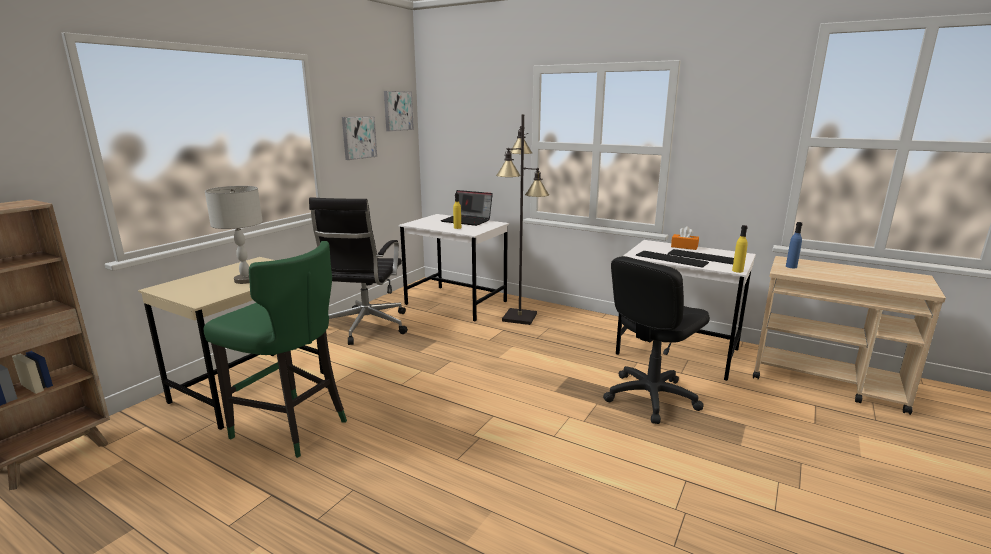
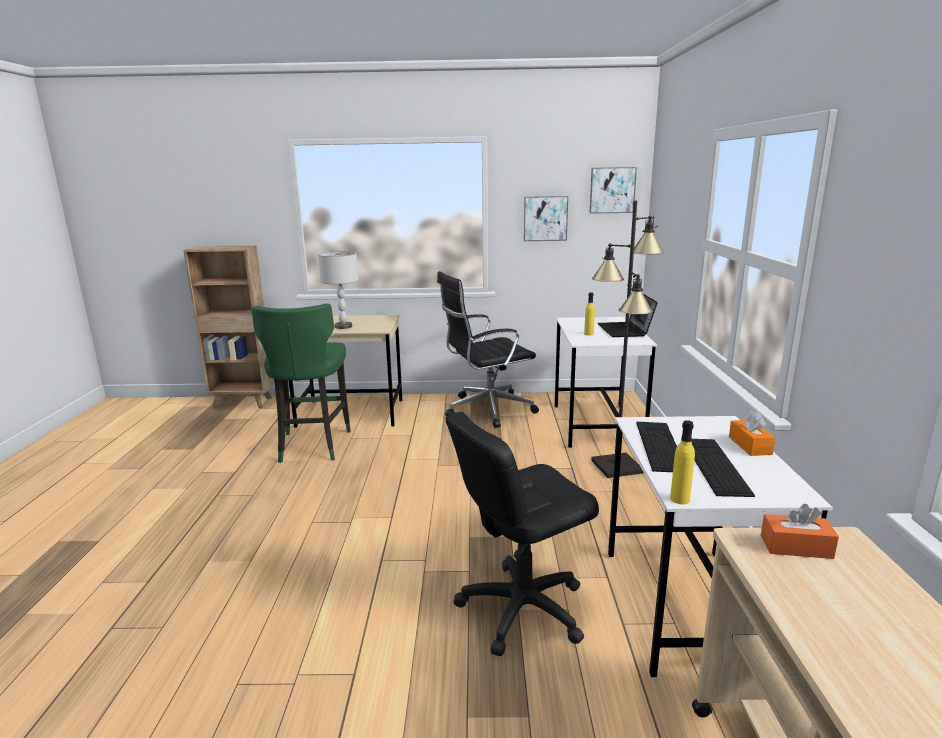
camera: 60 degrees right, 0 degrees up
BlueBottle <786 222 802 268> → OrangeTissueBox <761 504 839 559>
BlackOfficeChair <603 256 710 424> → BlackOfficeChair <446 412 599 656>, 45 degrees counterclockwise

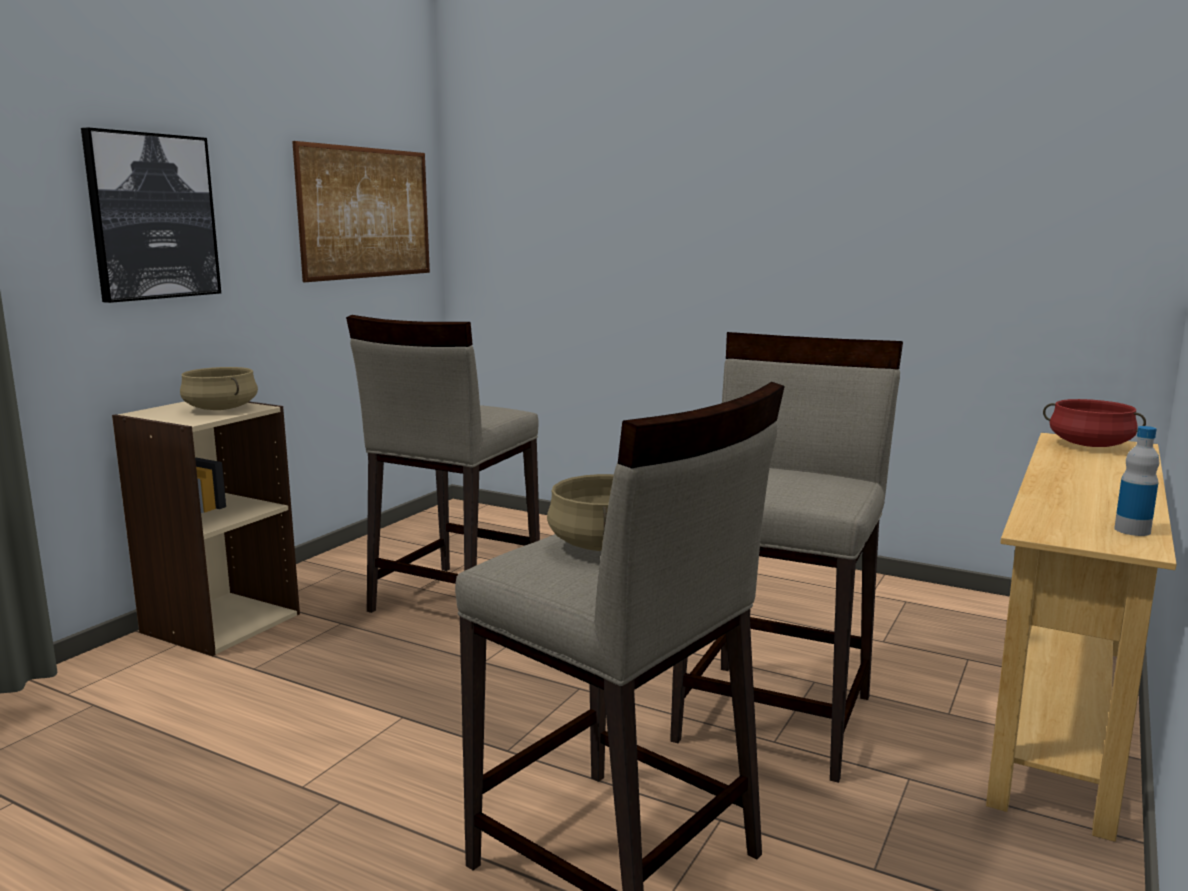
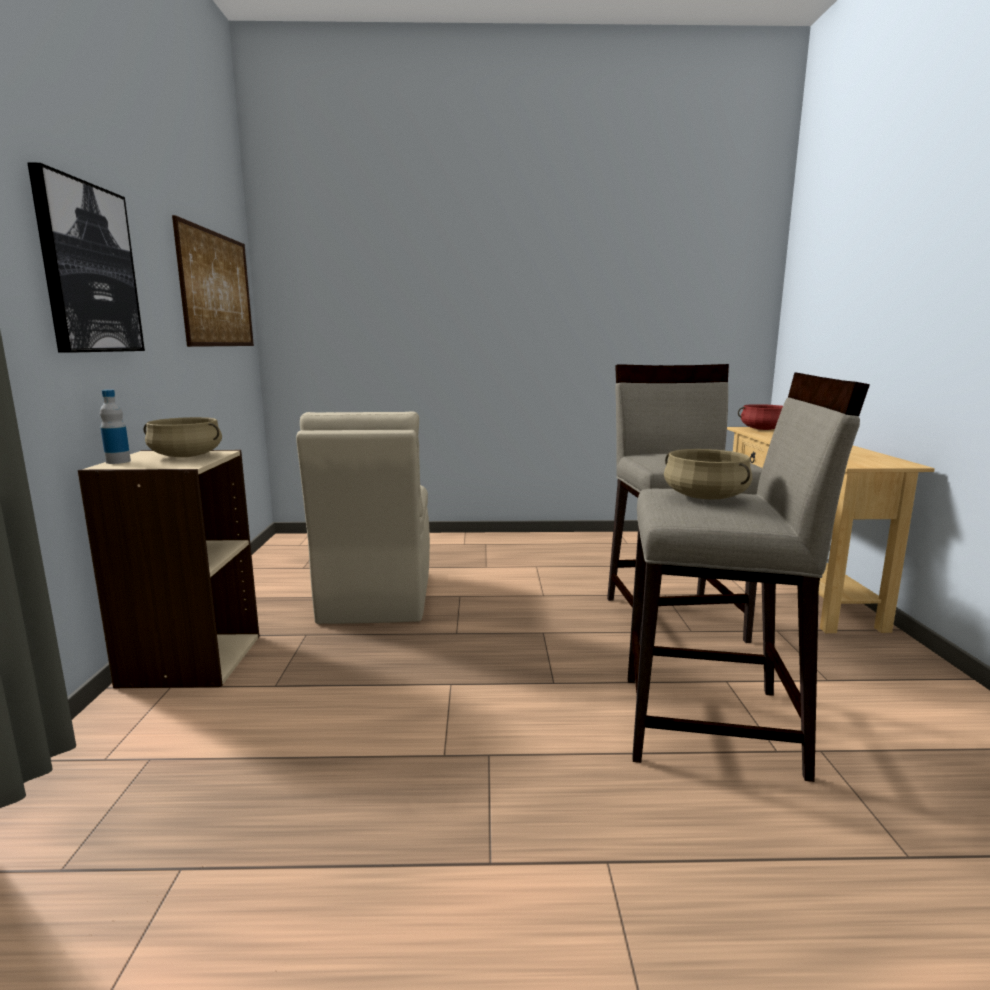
camera: 30 degrees left, 0 degrees up
BeigeStool <346 315 540 613> → BeigeChair <296 411 430 624>
Bottle <1114 426 1159 536> → Bottle <100 390 131 464>, relocated

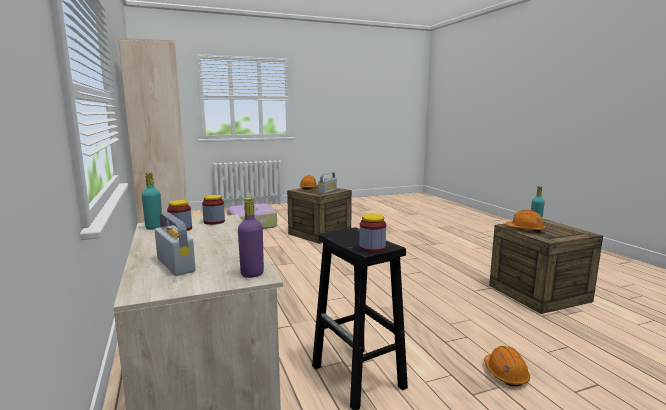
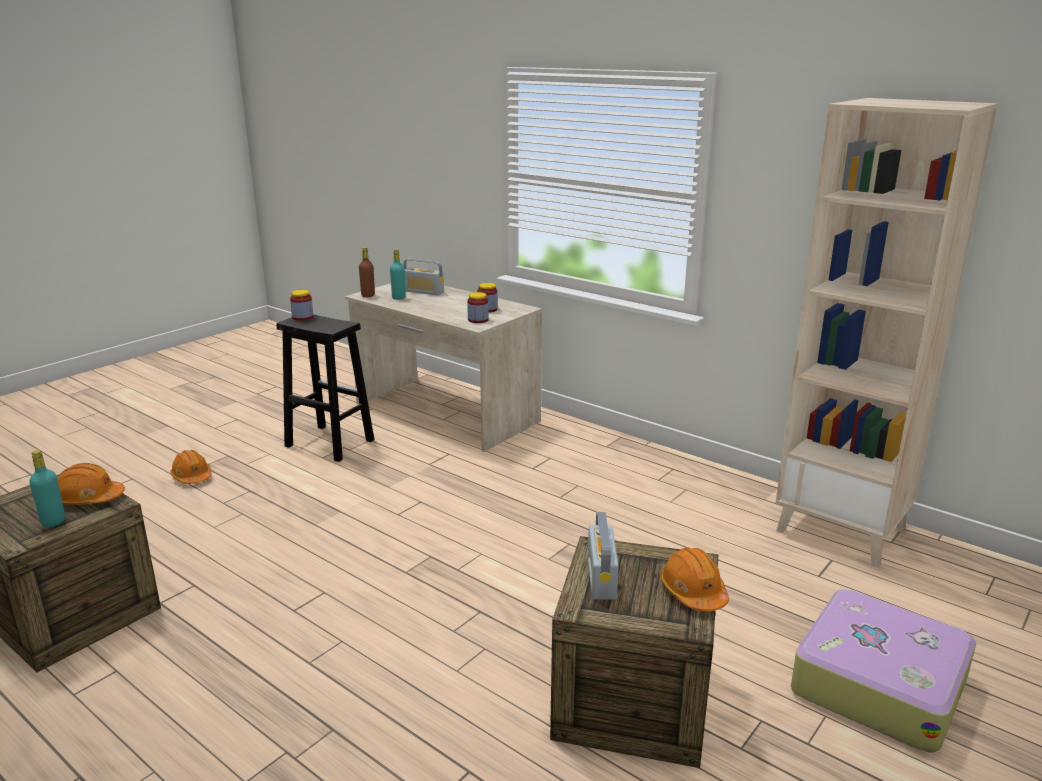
camera: 150 degrees right, 10 degrees up
TurquoiseBottle <141 173 162 230> → TurquoiseBottle <390 249 406 300>, relocated
PurpleBottle <238 198 264 278> → BrownBottle <359 247 375 297>

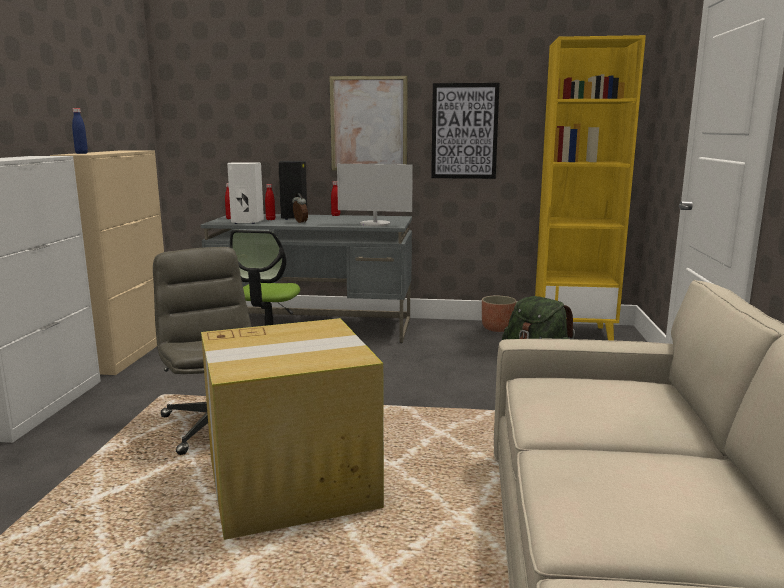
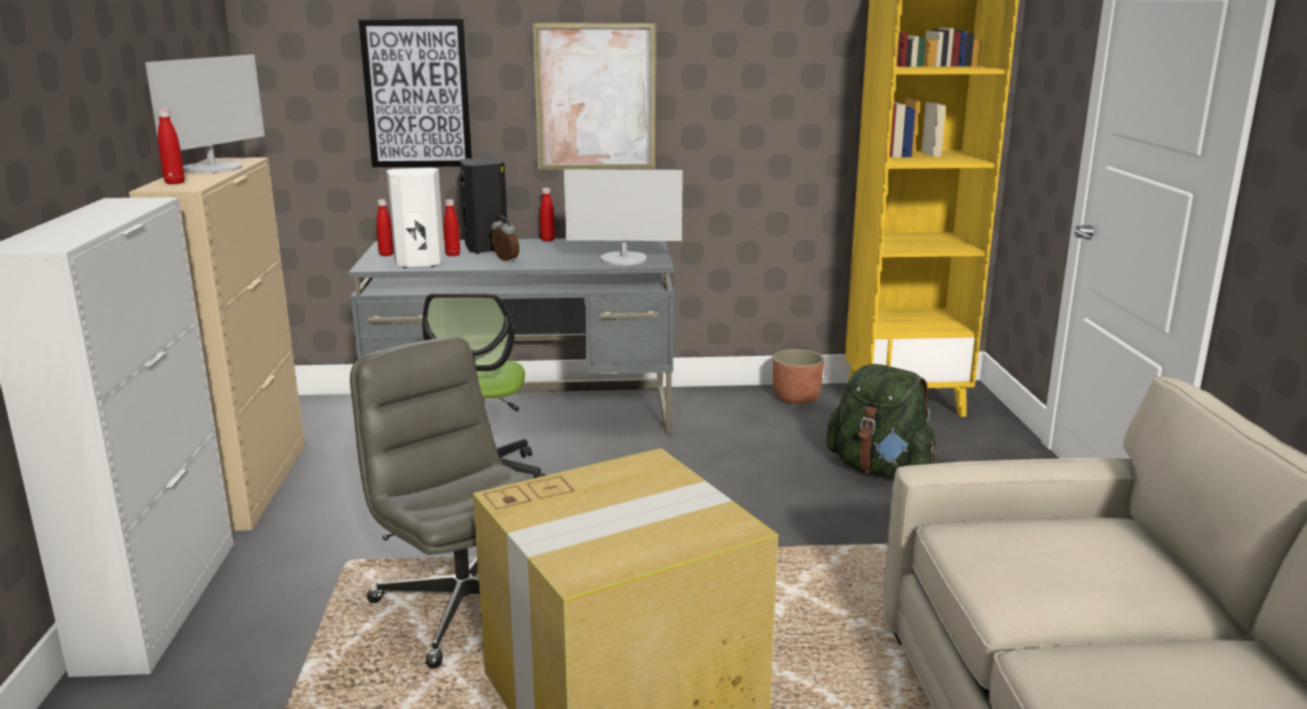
camera: 10 degrees left, 5 degrees up
Picture <431 83 500 179> → Picture <358 19 472 167>, relocated
BlueBottle <72 108 88 154> → RedBottle <157 109 185 184>
- → Monitor <145 55 265 174>

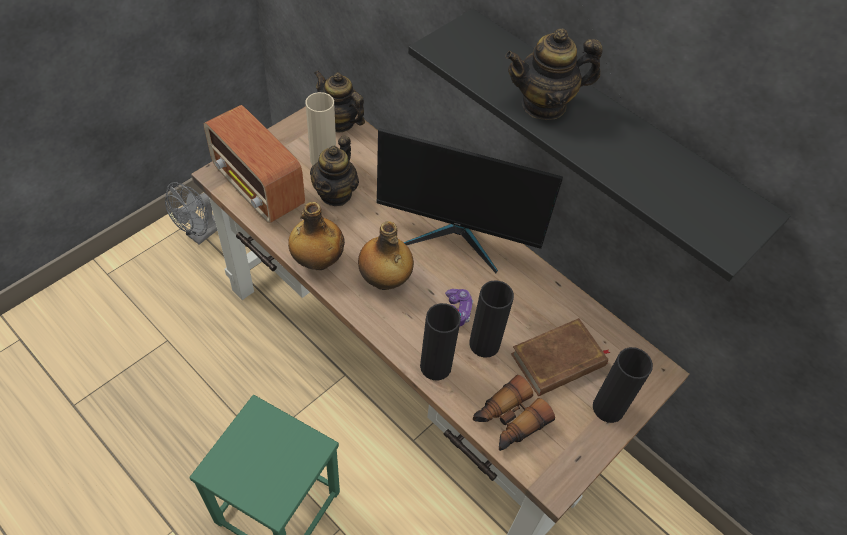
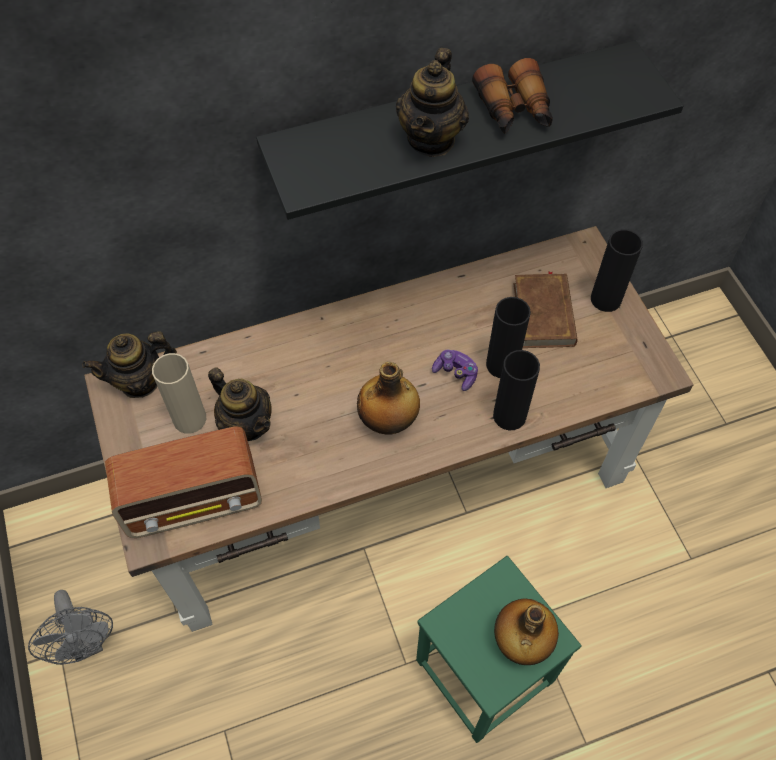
camera: 60 degrees left, 5 degrees up
Monitor <376 128 563 273> → -
Bottle <288 202 345 270> → Bottle <494 599 559 665>, relocated
Binoculars <473 375 555 451> → Binoculars <472 58 553 134>, relocated

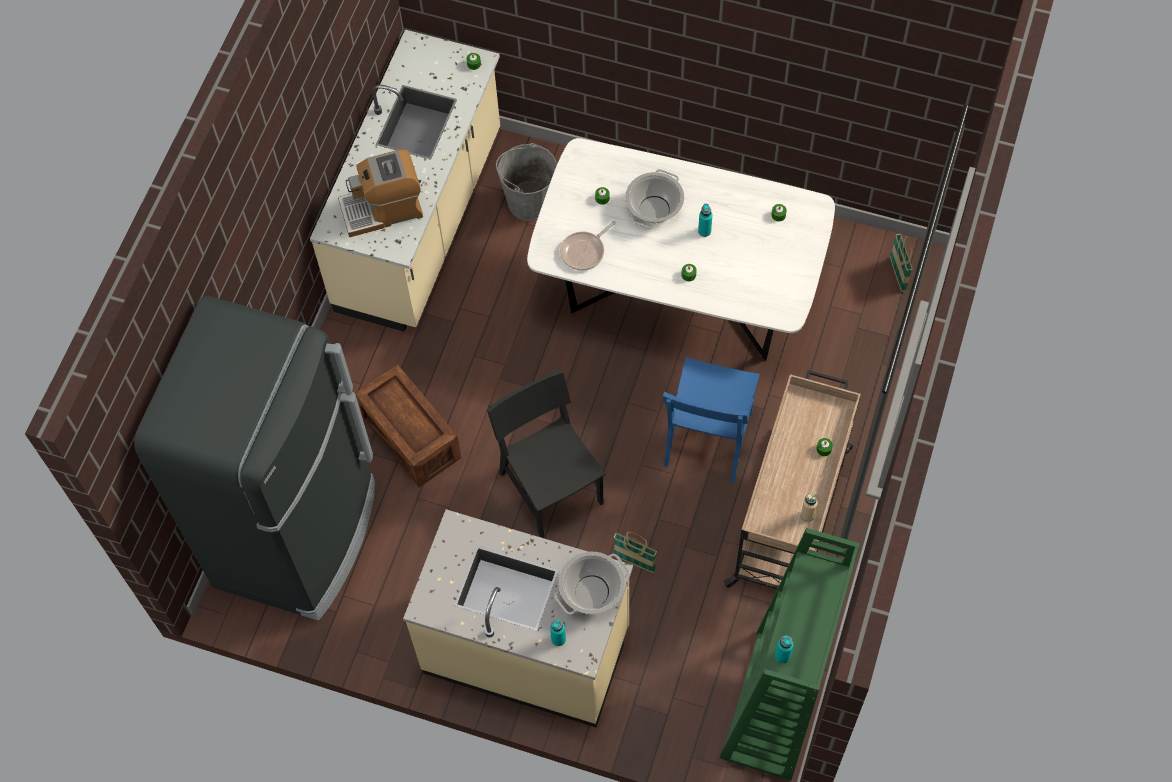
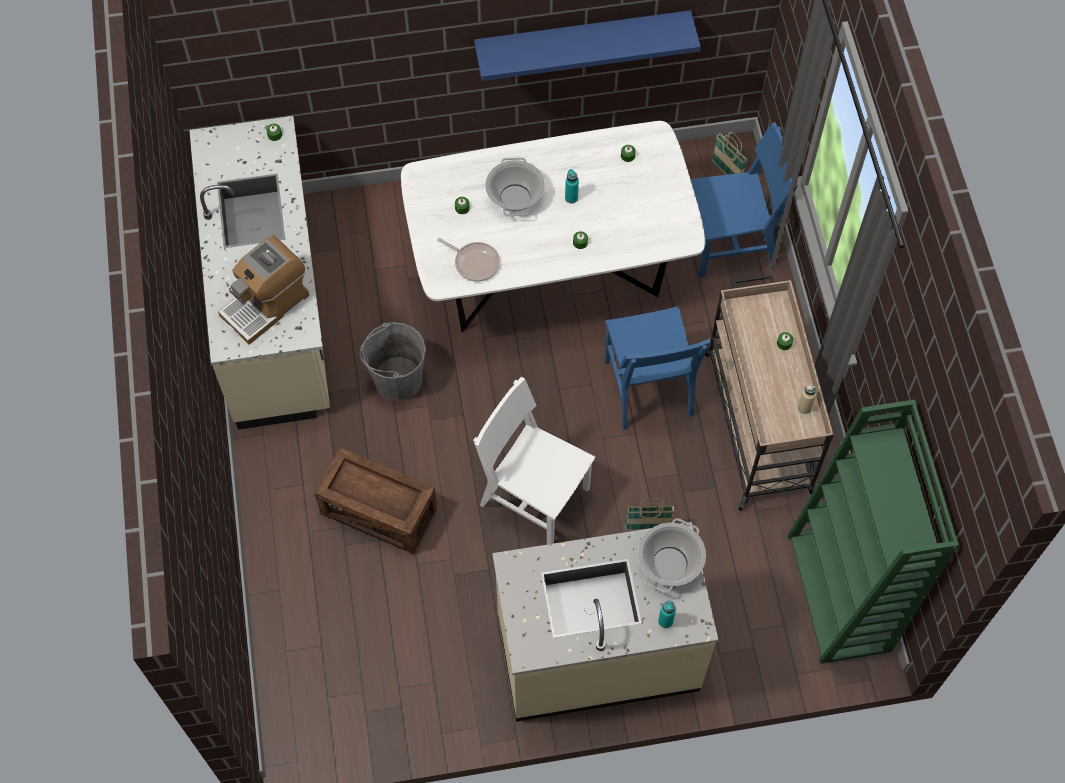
camera: 30 degrees left, 0 degrees up
GreyBucket <496 143 557 221> → GreyBucket <360 322 426 401>, relocated
FryingPan <560 221 616 271> → FryingPan <438 238 500 282>, 75 degrees counterclockwise
BlackFridge <135 296 375 621> → -
BlackChair <487 369 606 538> → WhiteChair <473 377 596 544>
TurquoiseBottle <775 635 793 664> → -
- → BlueShelf <474 10 701 81>
- → BlueChair <691 122 798 278>

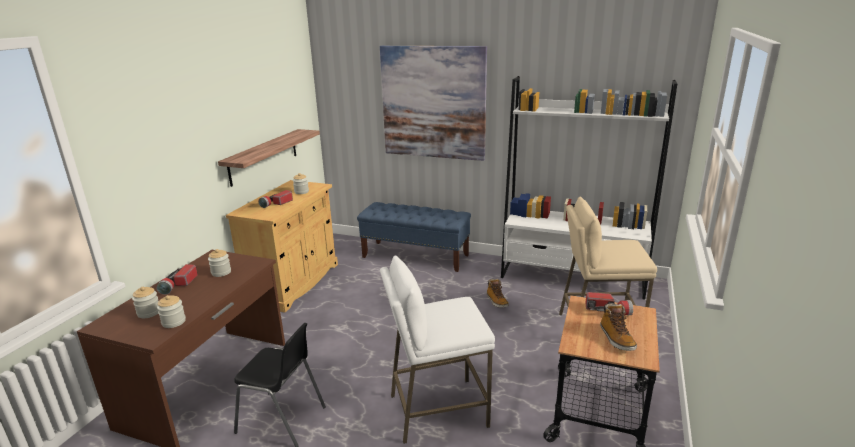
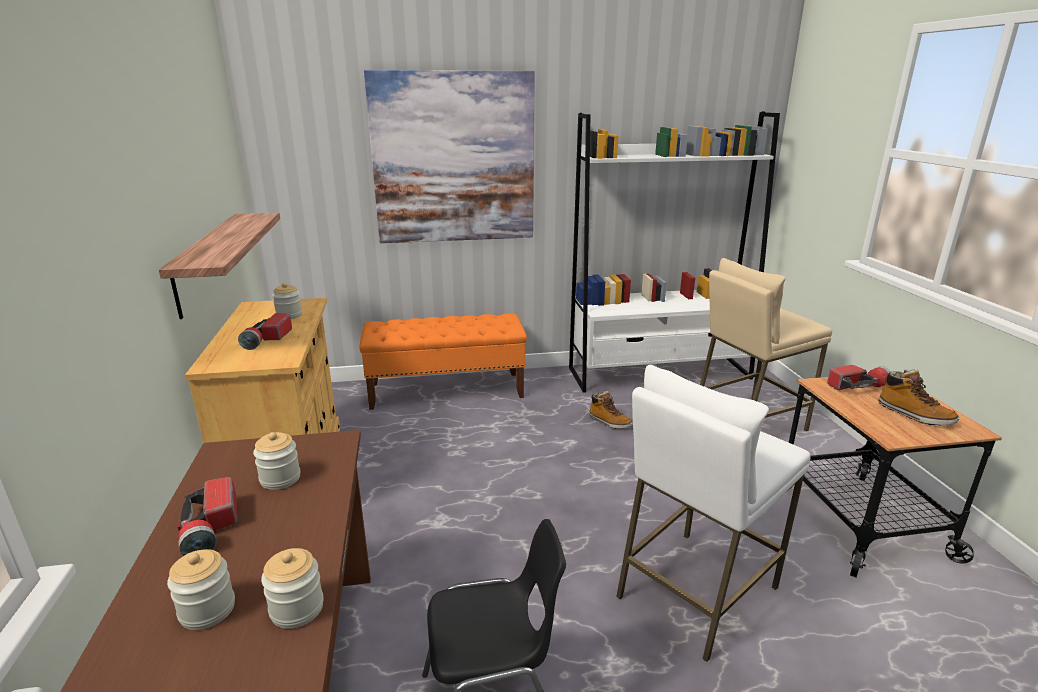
camera: 30 degrees left, 0 degrees up
BlueBench <357 202 471 272> → OrangeBench <359 313 527 410>

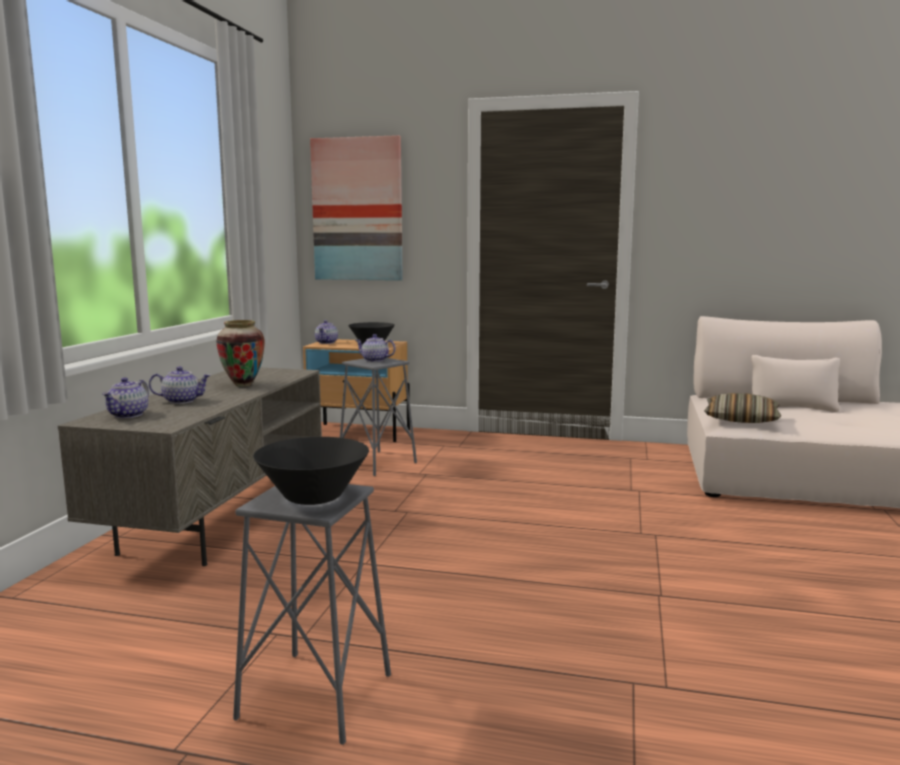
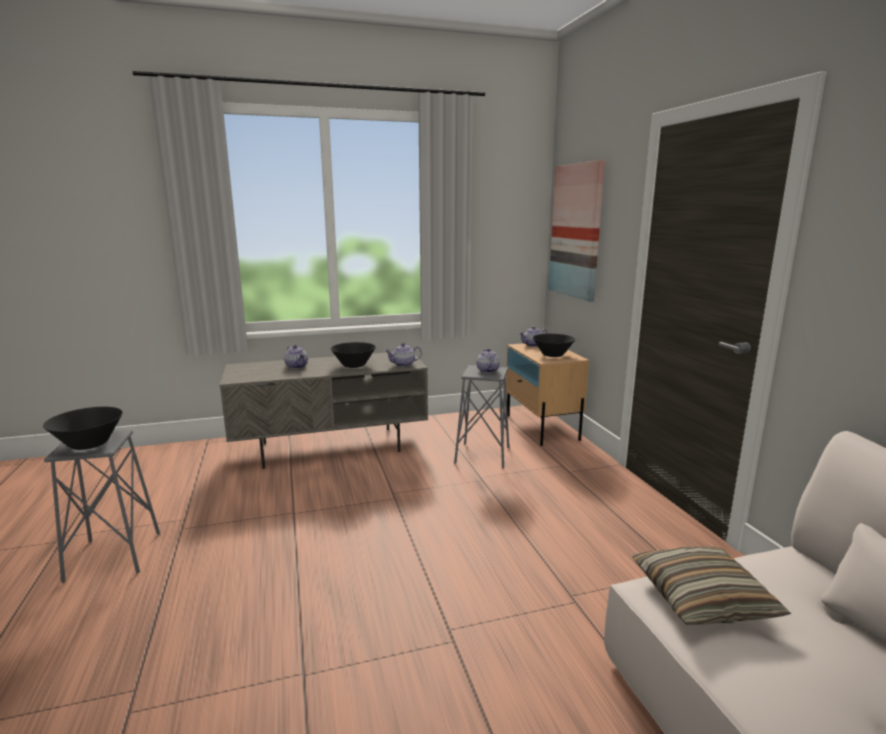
camera: 60 degrees right, 5 degrees up
Vase <216 320 265 387> → BlackBowl <330 342 376 368>
Teapot <102 377 149 418> → Teapot <385 343 422 367>, relocated

